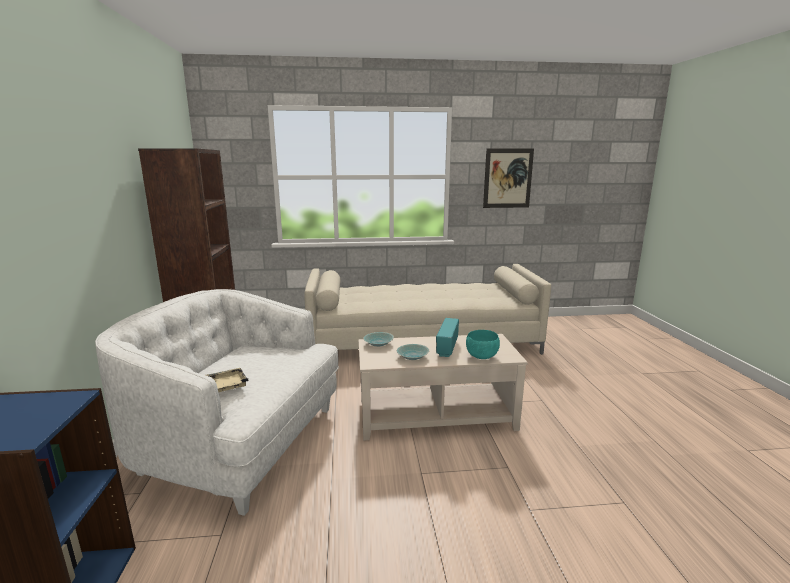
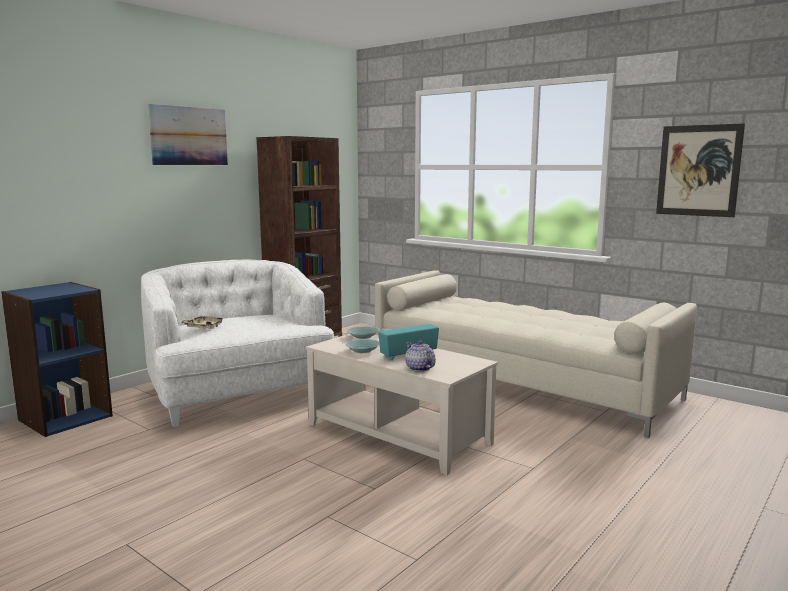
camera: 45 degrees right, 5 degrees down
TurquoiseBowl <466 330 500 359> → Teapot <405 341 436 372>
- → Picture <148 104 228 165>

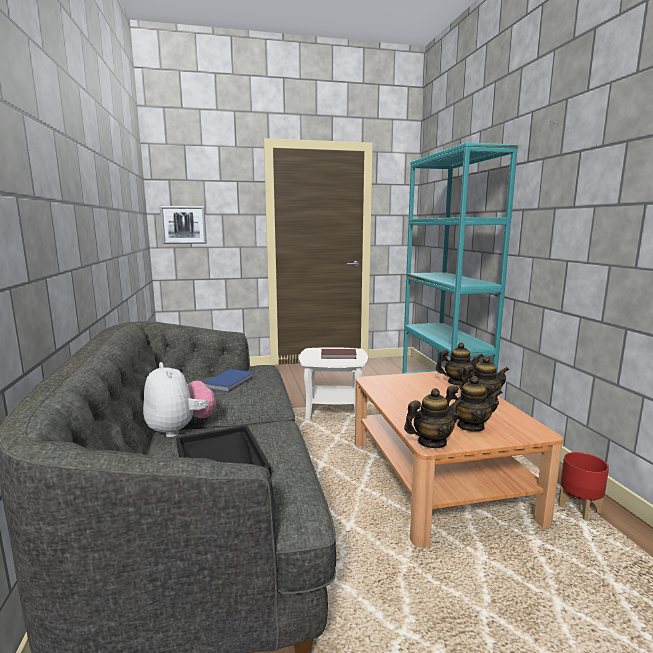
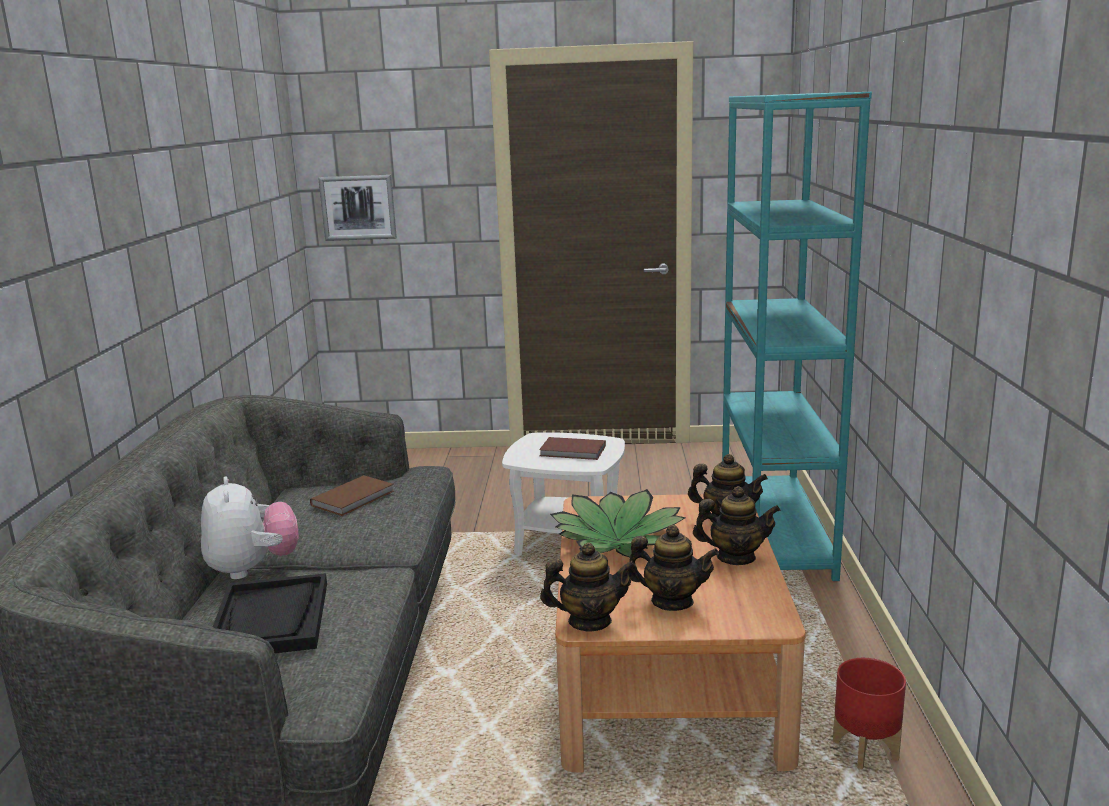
camera: 15 degrees right, 5 degrees up
BlueBook <204 369 254 393> → BrownBook <310 475 394 516>
- → PottedPlant <550 489 686 557>

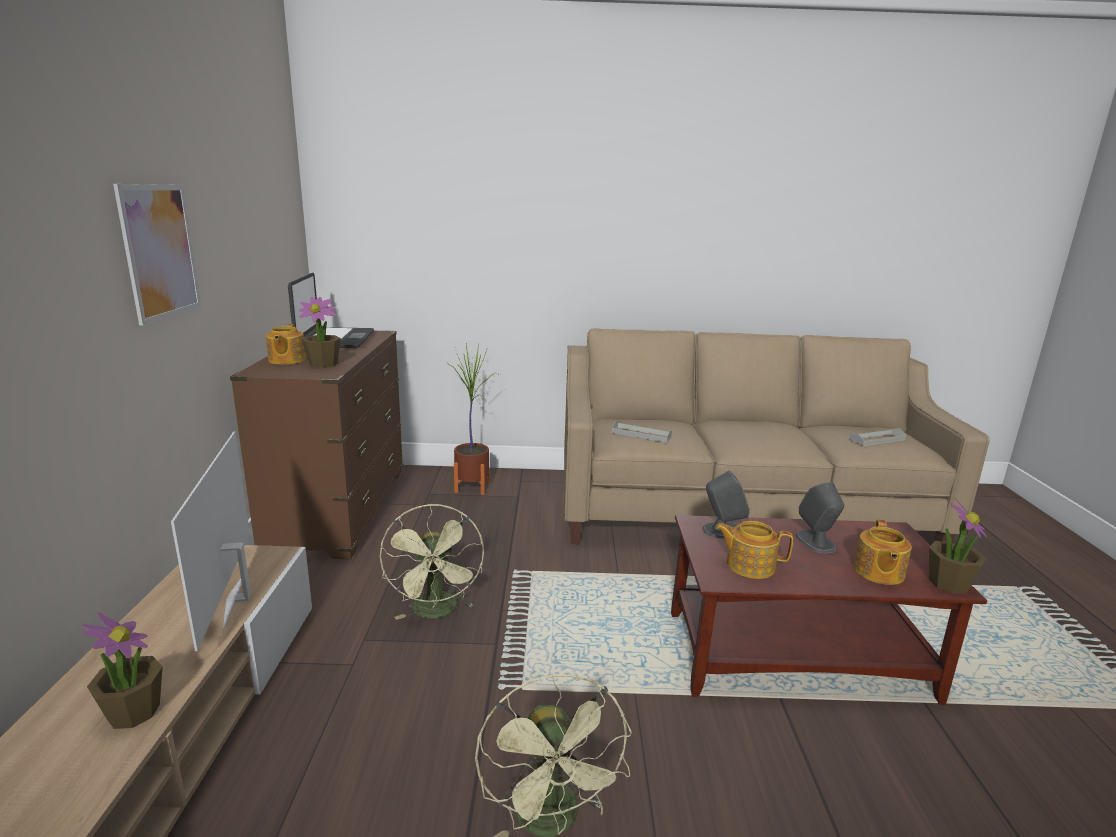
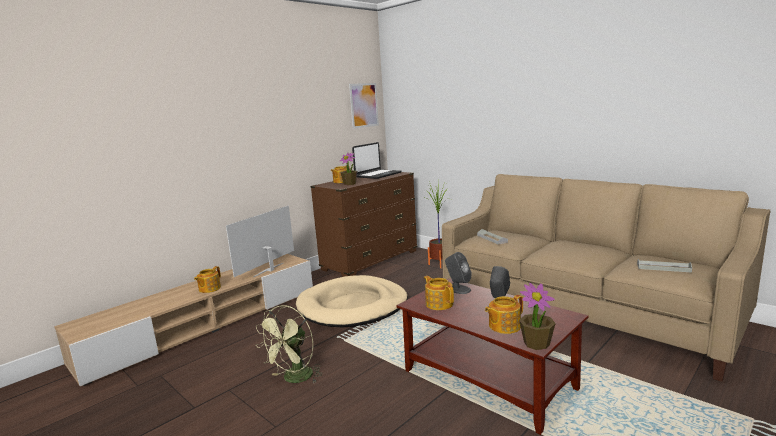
camera: 45 degrees right, 5 degrees down
Picture <113 184 201 325> → Picture <349 83 379 129>, relocated
GreenFan <380 504 484 620> → BeigeDogBed <296 275 408 327>
PottedPlant <83 613 163 729> → Teapot <194 266 221 293>

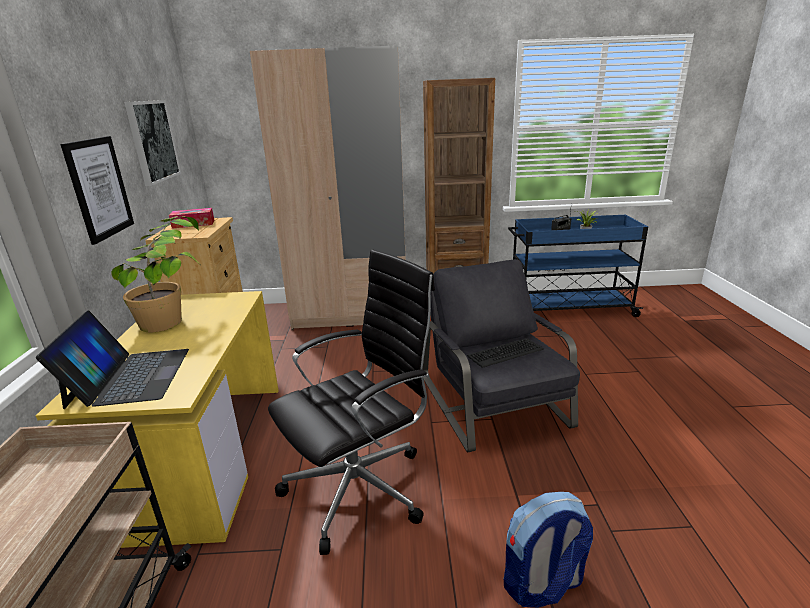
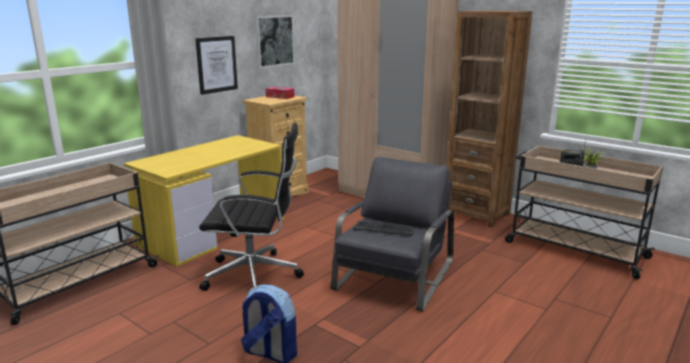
camera: 40 degrees right, 5 degrees down
BlueCart <508 215 648 317> → BeigeCart <505 146 663 279>
PottedPlant <111 216 199 332> → -
Laptop <36 310 189 409> → -

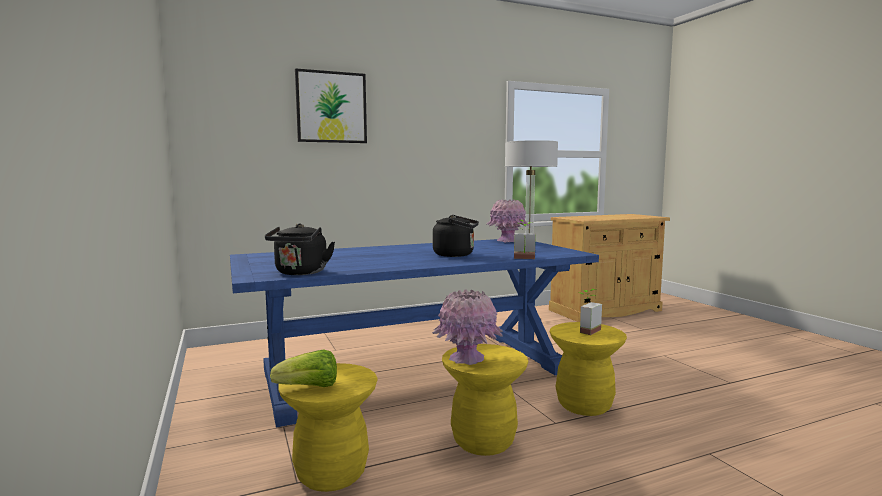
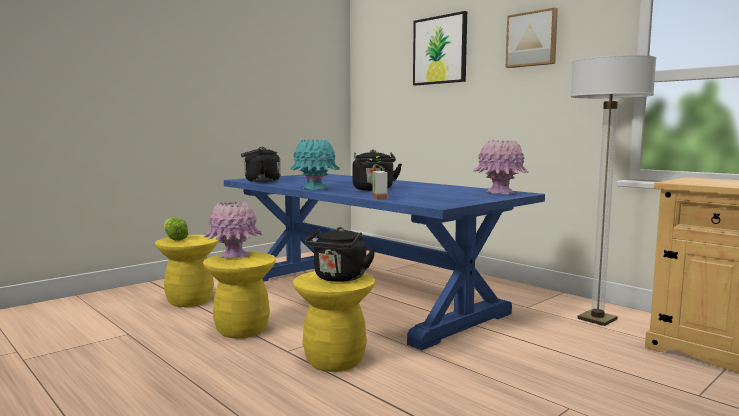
camera: 70 degrees right, 0 degrees up
PottedPlant <579 289 602 335> → BlackKettle <305 227 376 282>
- → Picture <506 8 558 68>
- → TurquoiseVase <290 139 340 190>

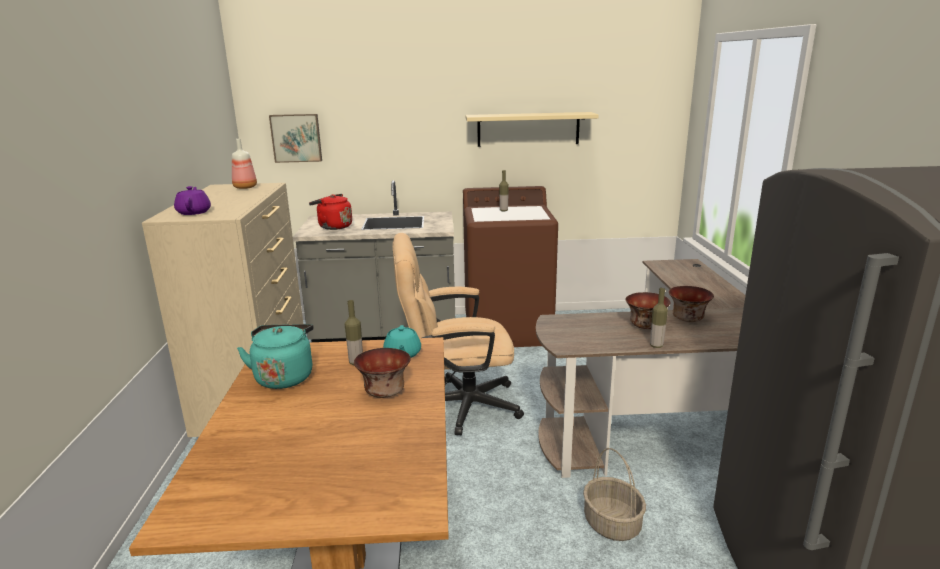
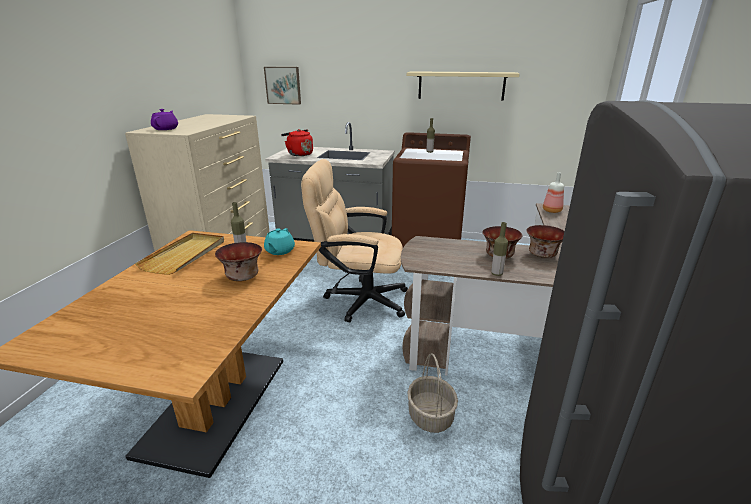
camera: 15 degrees right, 5 degrees up
Bottle <232 139 257 189> → Bottle <543 173 564 213>, relocated
TurquoiseKettle <237 324 314 389> → BeigeTray <135 233 224 275>

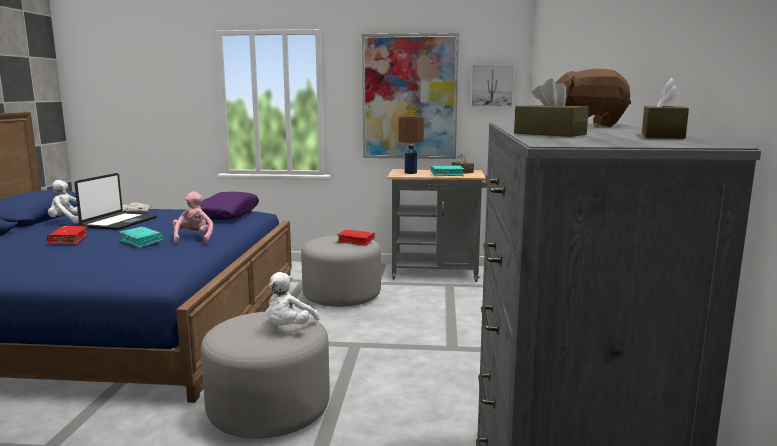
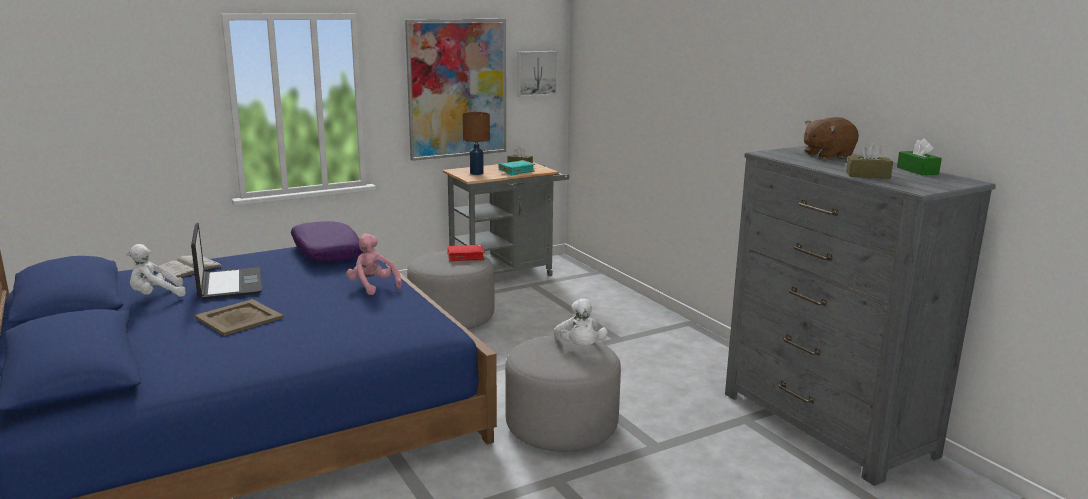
camera: 35 degrees left, 5 degrees up
BrownTissueBox <642 78 689 139> → GreenTissueBox <897 139 942 175>
RedBook <47 226 88 245> → BeigeTray <194 299 284 336>
TurquoiseBook <119 227 164 248> → -

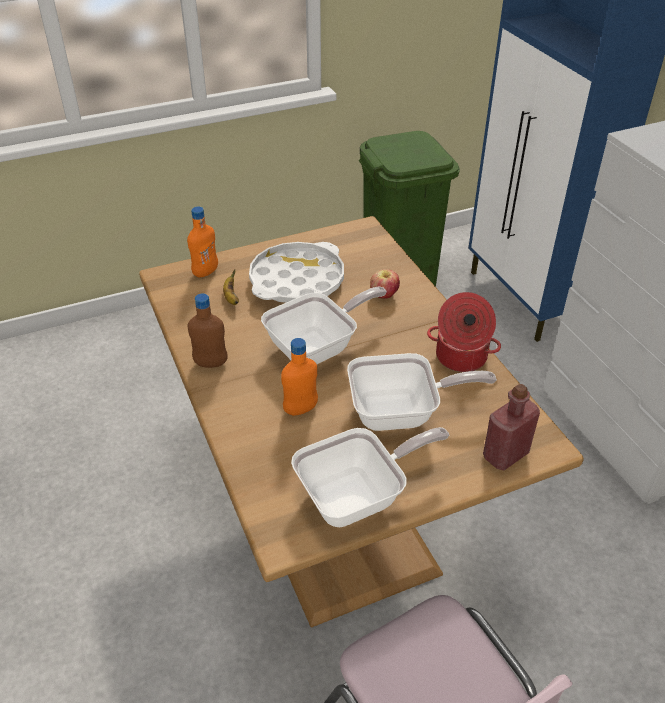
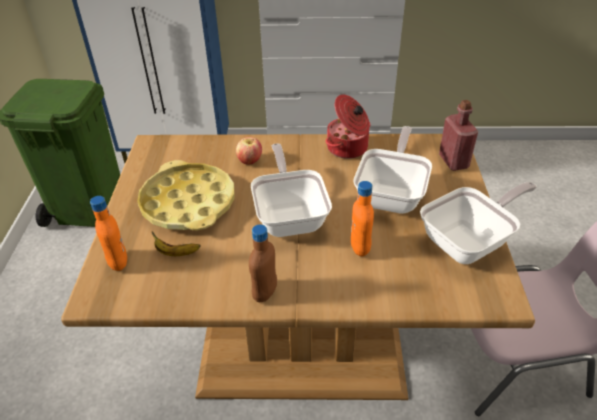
camera: 65 degrees left, 0 degrees up
WhiteTray <249 242 344 303> → YellowTray <137 160 235 230>
FryingPan <291 427 449 527> → FryingPan <420 182 537 264>, 60 degrees clockwise

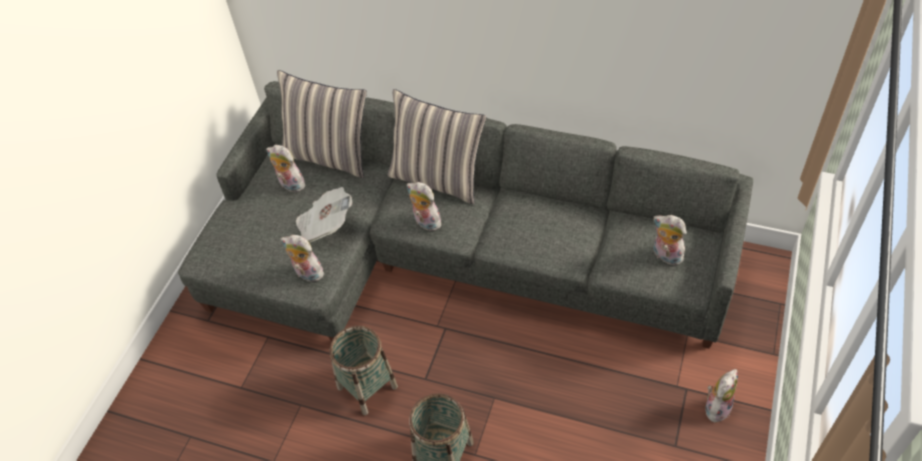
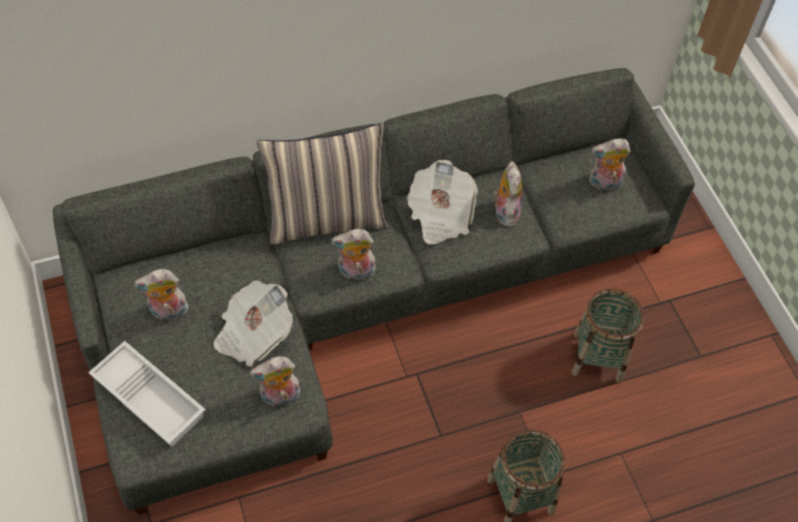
camera: 45 degrees left, 5 degrees up
Pillow <277 70 367 178> → -
Basket <329 325 398 415> → Basket <571 289 644 383>, relocated
PlushToy <705 369 738 422> → PlushToy <493 161 522 227>, relocated
- → Newspaper <407 160 478 245>
- → WhiteTray <88 341 206 447>

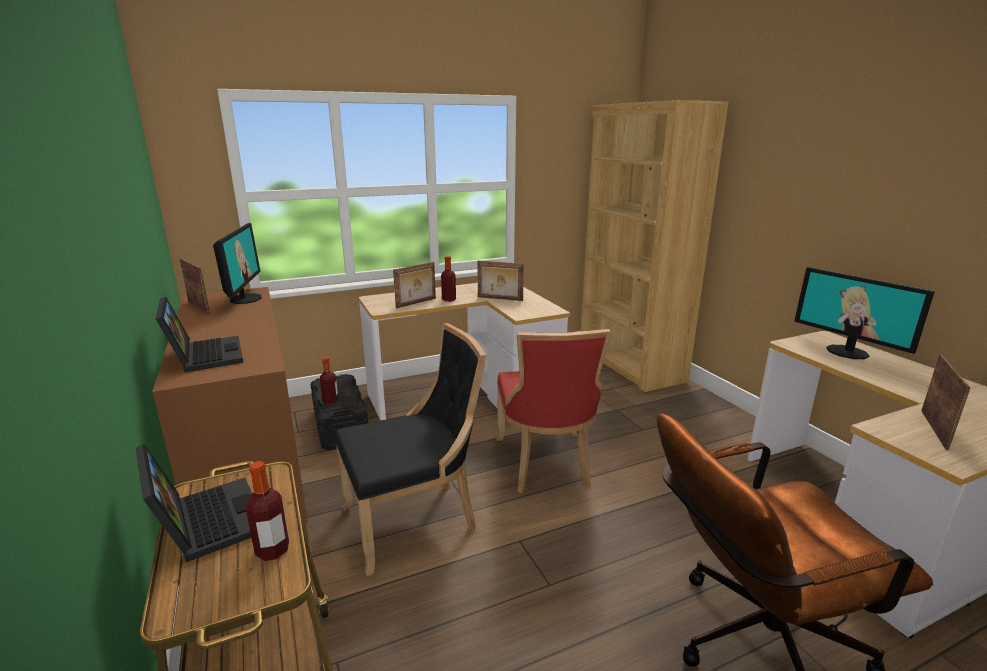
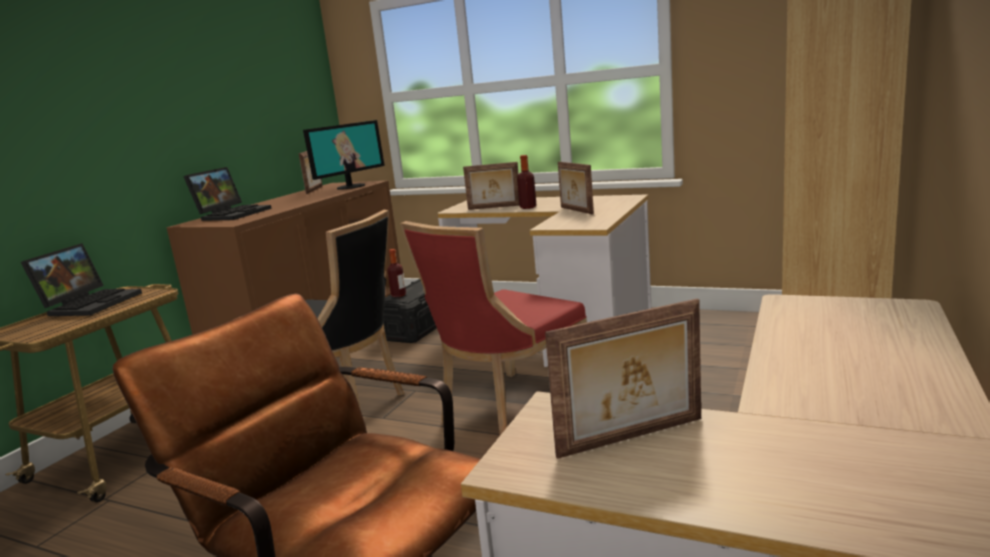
camera: 50 degrees right, 5 degrees down
Monitor <794 267 935 359> → -
Bottle <246 461 289 561> → -

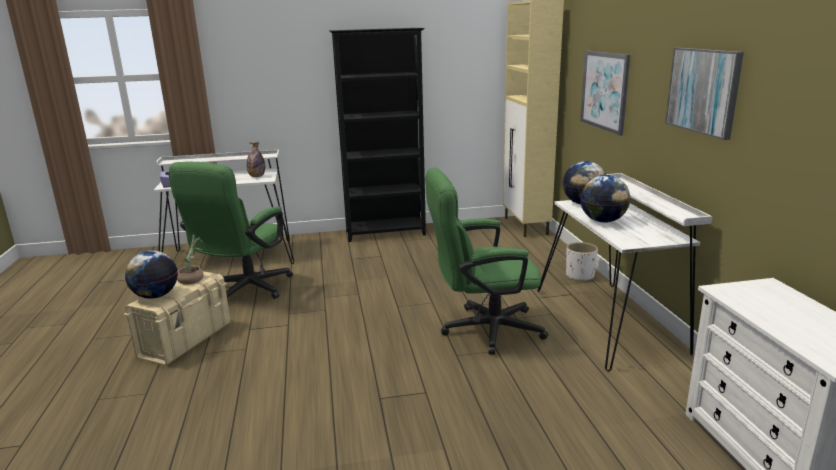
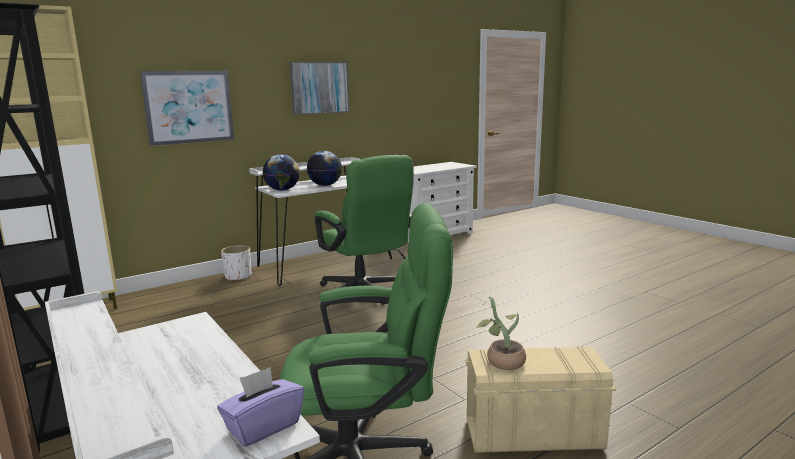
camera: 115 degrees left, 5 degrees down
Bottle <247 142 265 177> → -
Globe <125 250 178 299> → -

